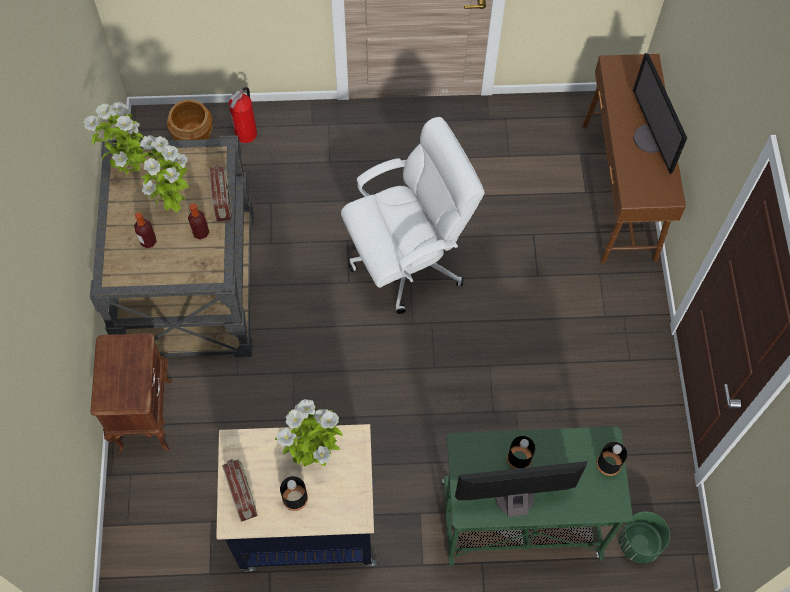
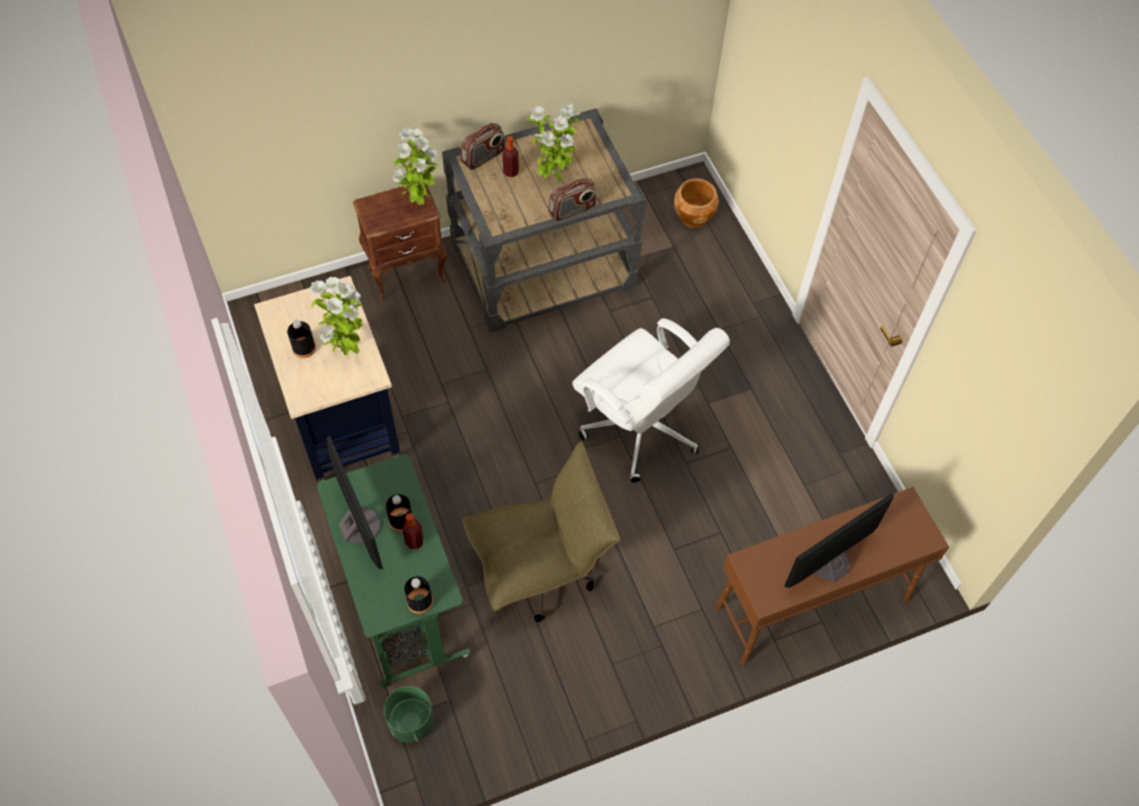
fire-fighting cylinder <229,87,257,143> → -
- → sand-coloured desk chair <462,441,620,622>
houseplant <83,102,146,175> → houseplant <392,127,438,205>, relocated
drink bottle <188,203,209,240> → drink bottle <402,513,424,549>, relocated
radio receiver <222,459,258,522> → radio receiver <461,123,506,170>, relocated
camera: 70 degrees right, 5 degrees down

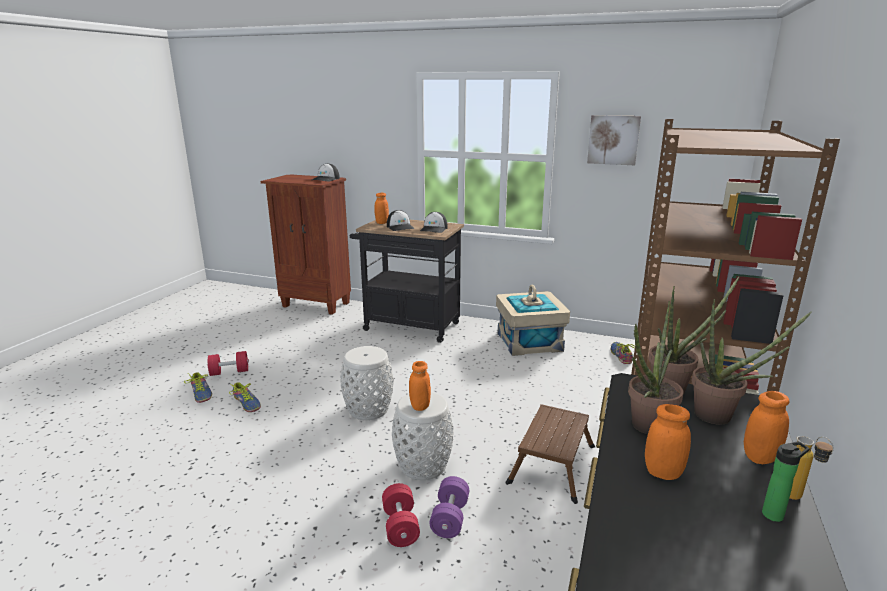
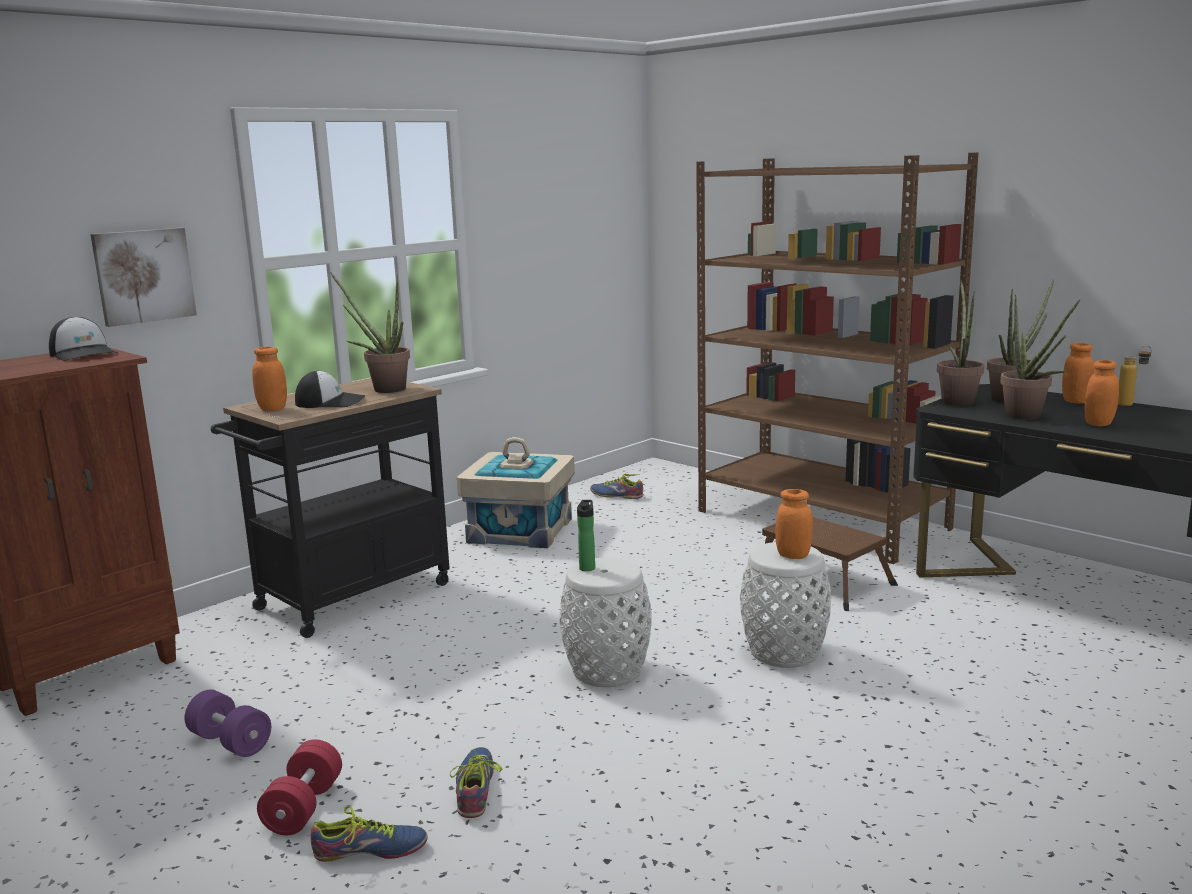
reddish hand weight <382,483,420,547> → -
purple-coloured hand weight <430,476,469,538> → purple-coloured hand weight <185,690,271,757>, relocated
picture <587,115,641,165> → picture <90,228,197,327>, relocated
drink bottle <762,441,810,522> → drink bottle <577,500,595,571>, relocated
peaked cap <420,212,448,233> → houseplant <330,272,410,393>
shoe <229,382,261,412> → shoe <450,747,502,818>, 75 degrees counterclockwise
camera: 65 degrees left, 5 degrees down

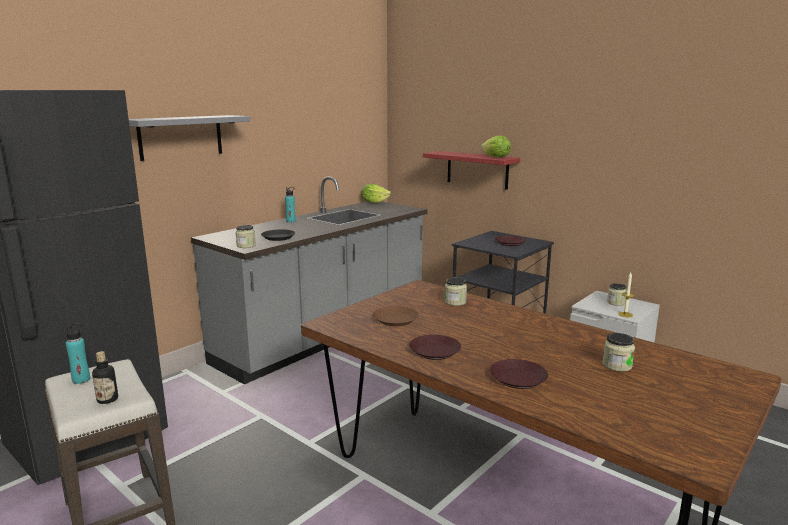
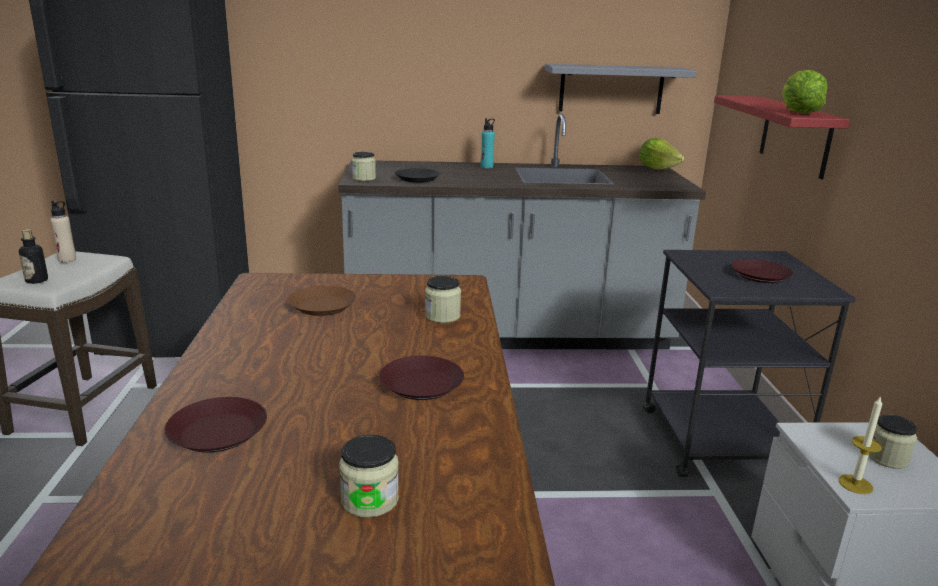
greyish shelf <129,115,251,161> → greyish shelf <544,64,697,114>, relocated
brown-coloured dinner plate <409,335,461,360> → brown-coloured dinner plate <379,356,464,400>, relocated
blue-green drink bottle <66,323,90,384> → sand-coloured drink bottle <50,201,76,262>
camera: 45 degrees right, 5 degrees up

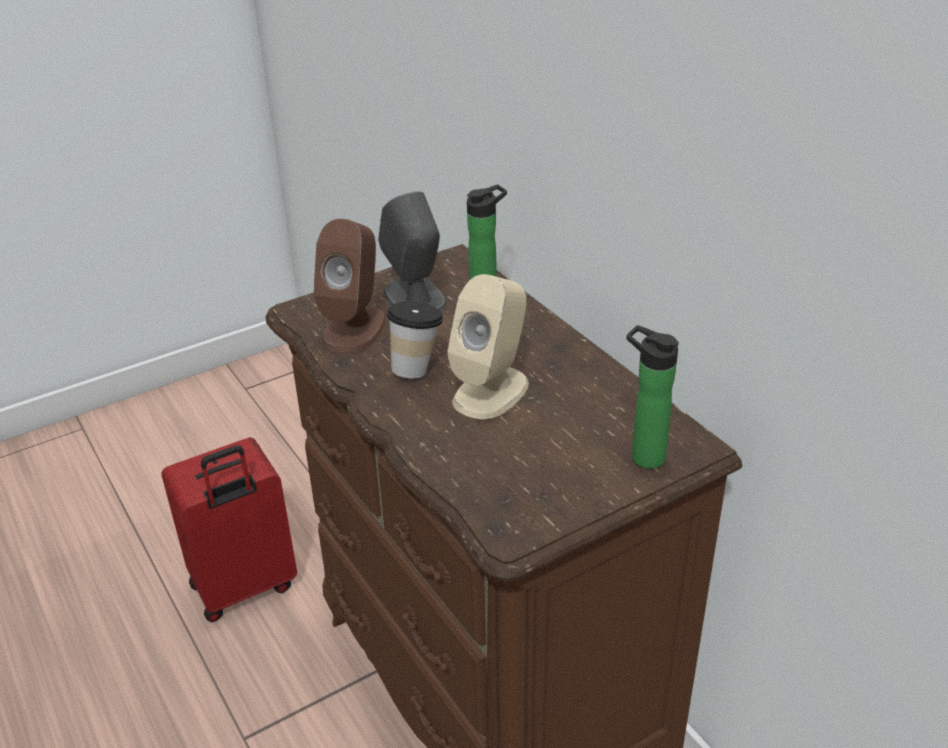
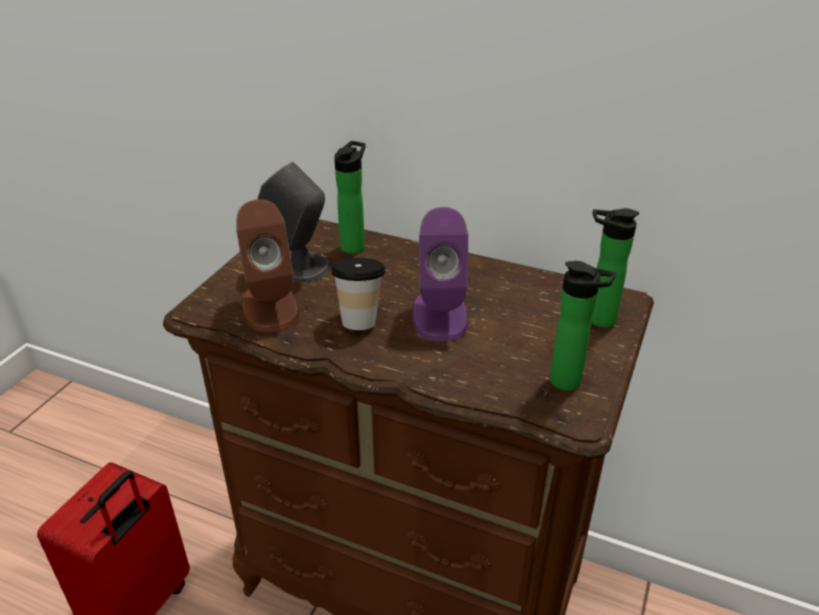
- → drink bottle <550,261,616,391>
sand-coloured loudspeaker <447,274,529,419> → purple-coloured loudspeaker <412,207,468,341>
camera: 35 degrees left, 0 degrees up

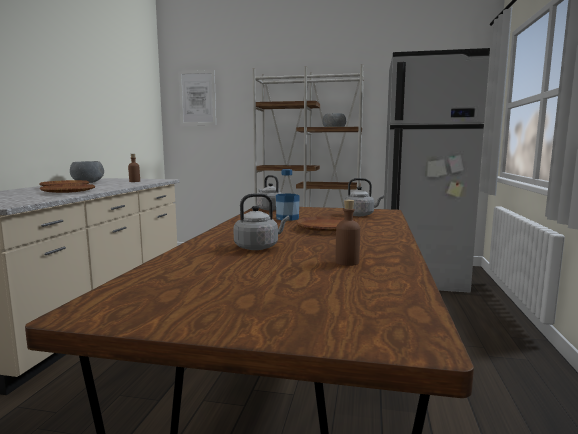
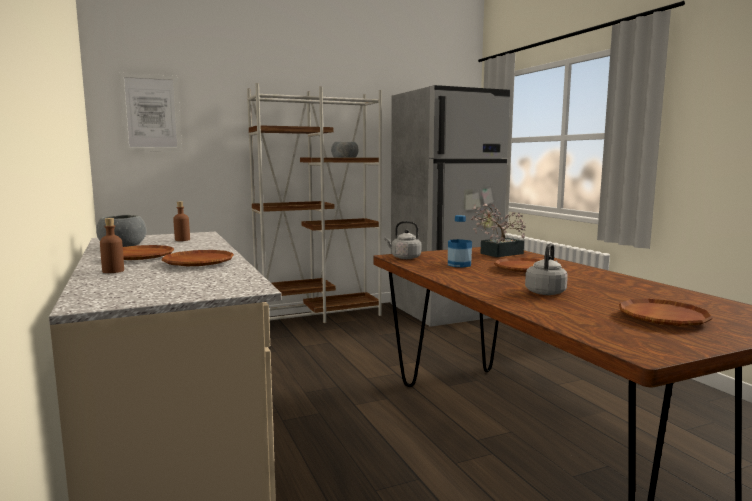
- → brown-coloured dinner plate <619,299,712,326>
brown-coloured drink bottle <335,200,360,266> → brown-coloured drink bottle <100,218,124,273>, relocated
greyish water kettle <344,178,384,216> → houseplant <470,203,526,257>
camera: 35 degrees left, 0 degrees up

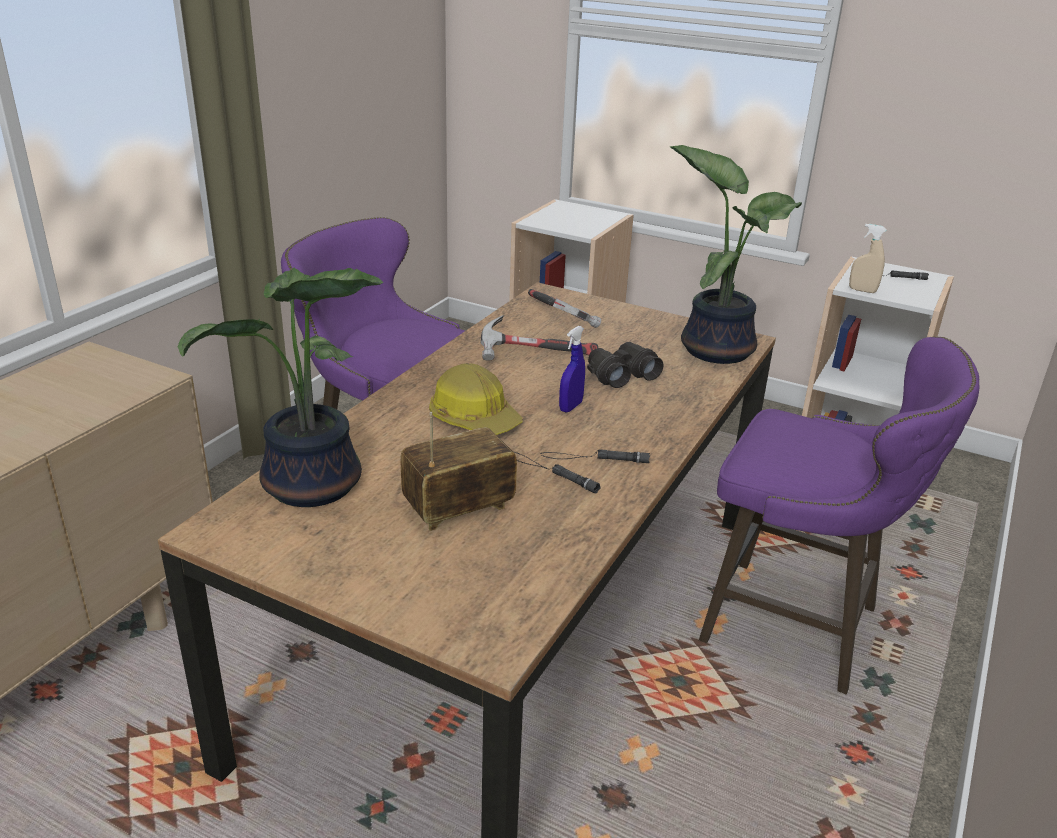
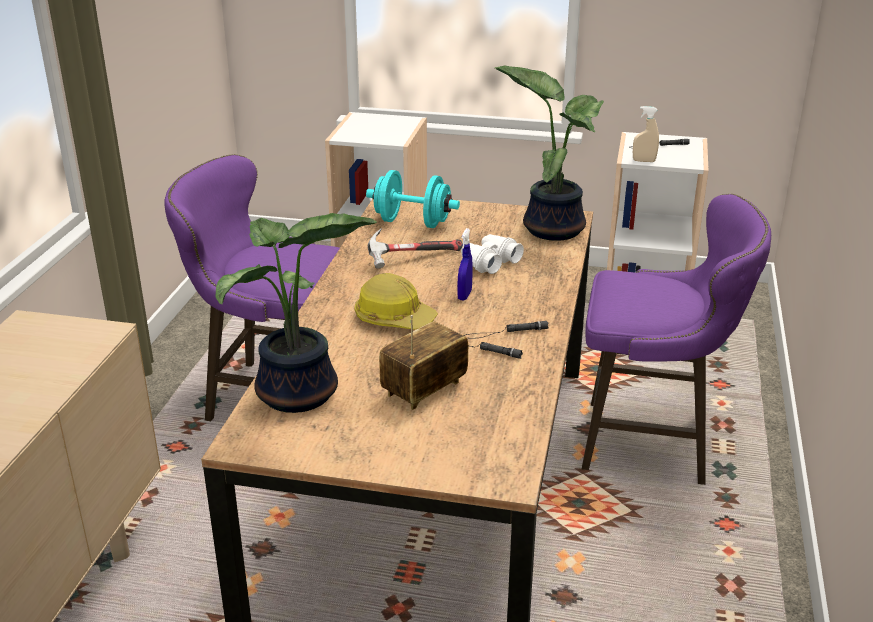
tool hammer <528,289,601,328> → blue-green hand weight <366,170,460,228>
blackish binoculars <587,342,663,388> → whitish binoculars <461,234,524,274>
camera: 15 degrees left, 0 degrees up

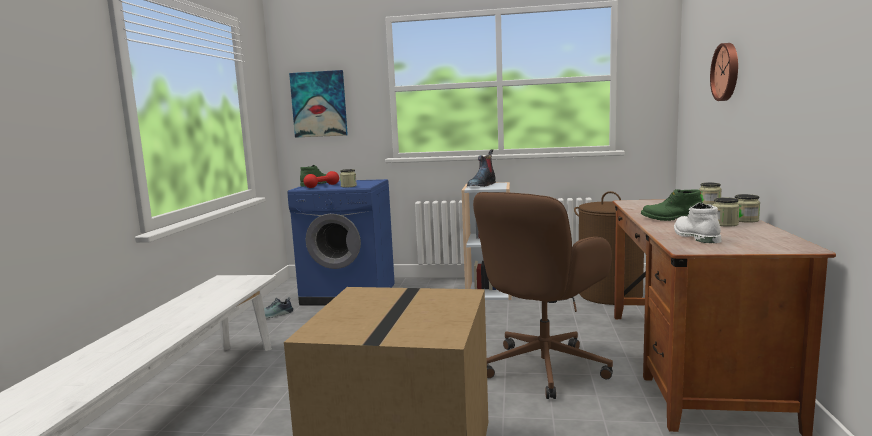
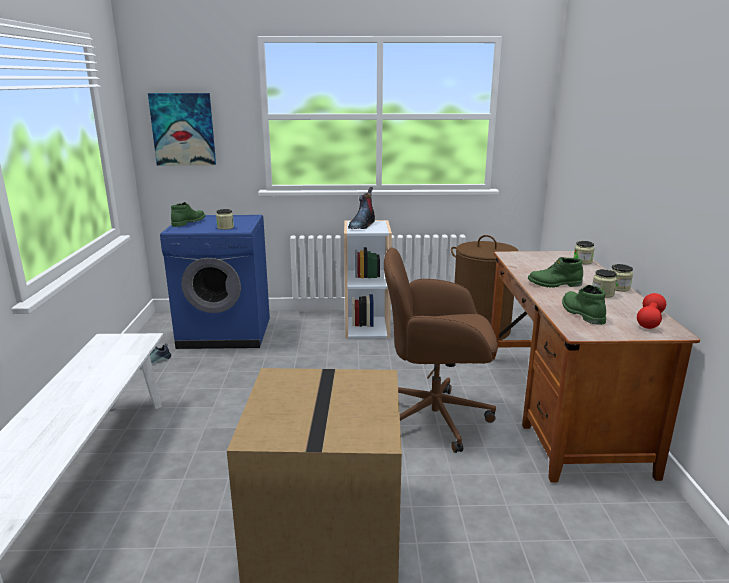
wall clock <710,43,738,101> → -
reddish hand weight <304,171,339,188> → reddish hand weight <637,293,666,329>, relocated
whitish tall boot <674,203,721,243> → green-coloured tall boot <562,285,606,325>
brown-coloured desk chair <473,192,613,399> → brown-coloured desk chair <384,247,498,453>, 60 degrees clockwise
camera: 10 degrees left, 10 degrees up

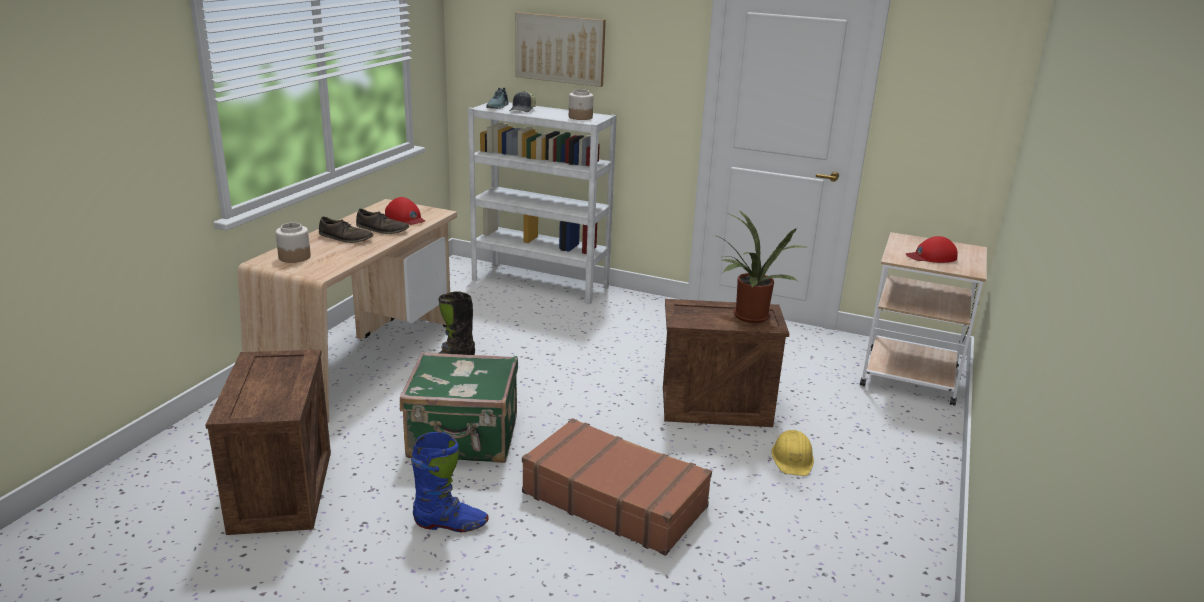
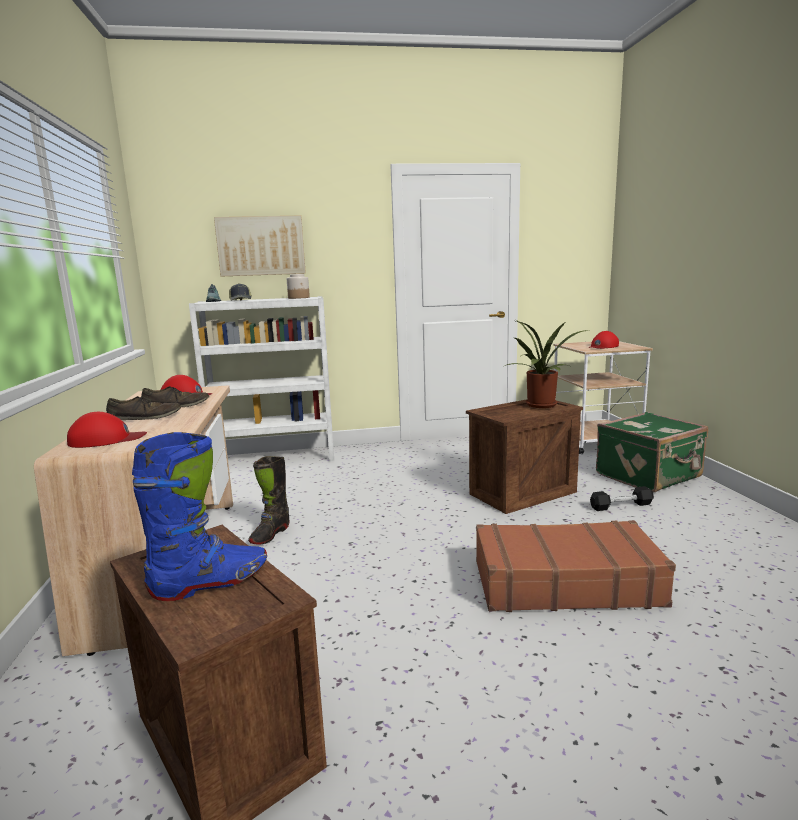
green-coloured travel case <400,352,518,463> → green-coloured travel case <596,412,708,492>, relocated
blue-coloured tall boot <411,432,489,532> → blue-coloured tall boot <132,432,267,601>, relocated
storage jar <276,223,311,263> → reddish peaked cap <67,412,147,448>
yellowish work helmet <771,430,814,476> → blackish hand weight <590,486,654,511>
camera: 30 degrees left, 10 degrees down

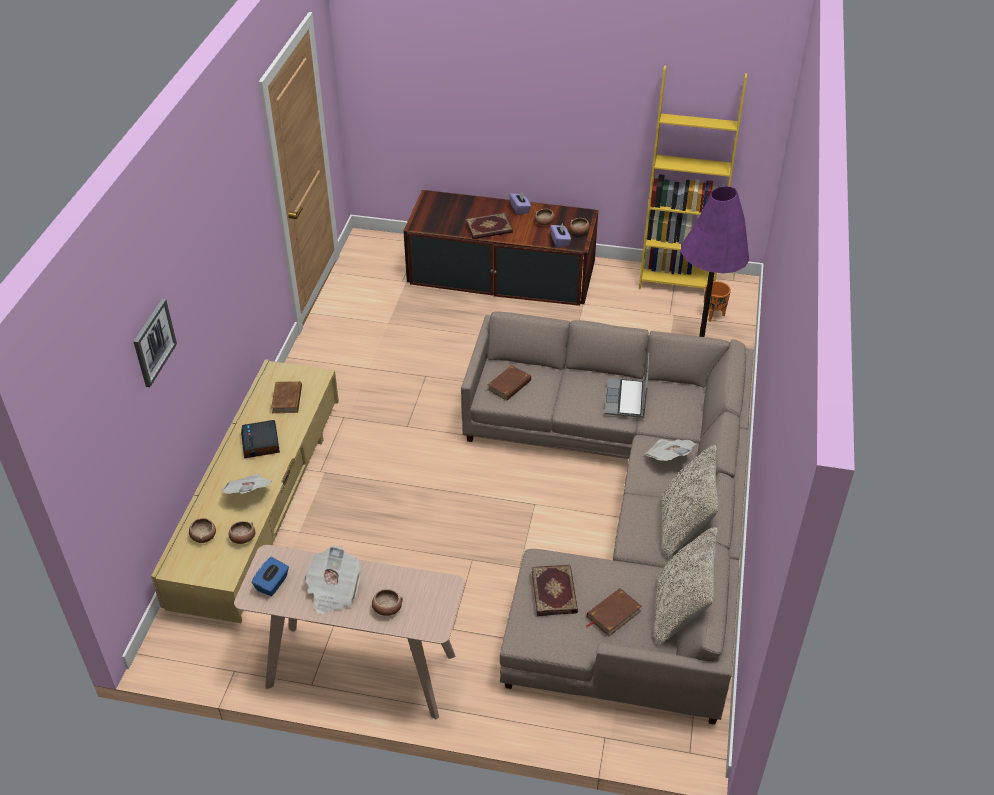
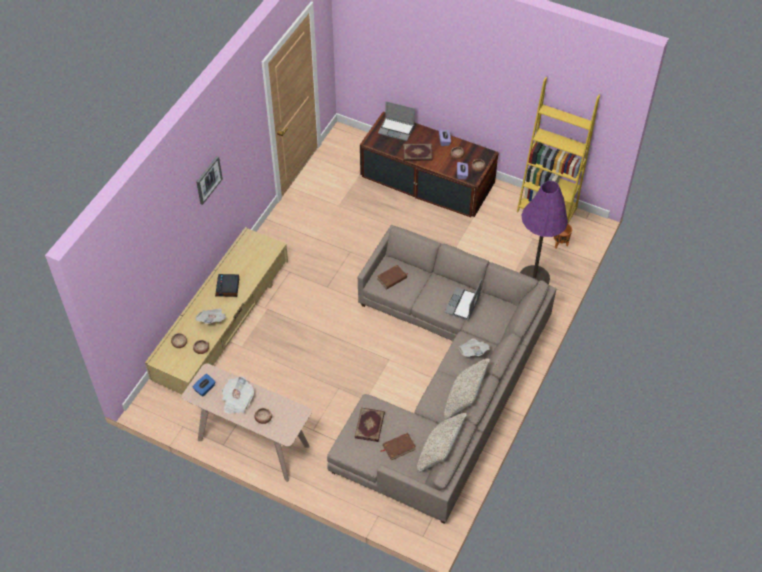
brown-coloured volume <271,381,302,413> → -
- → portable computer <378,101,415,141>
picture <133,299,177,387> → picture <196,156,223,205>, relocated
camera: 15 degrees right, 10 degrees up

